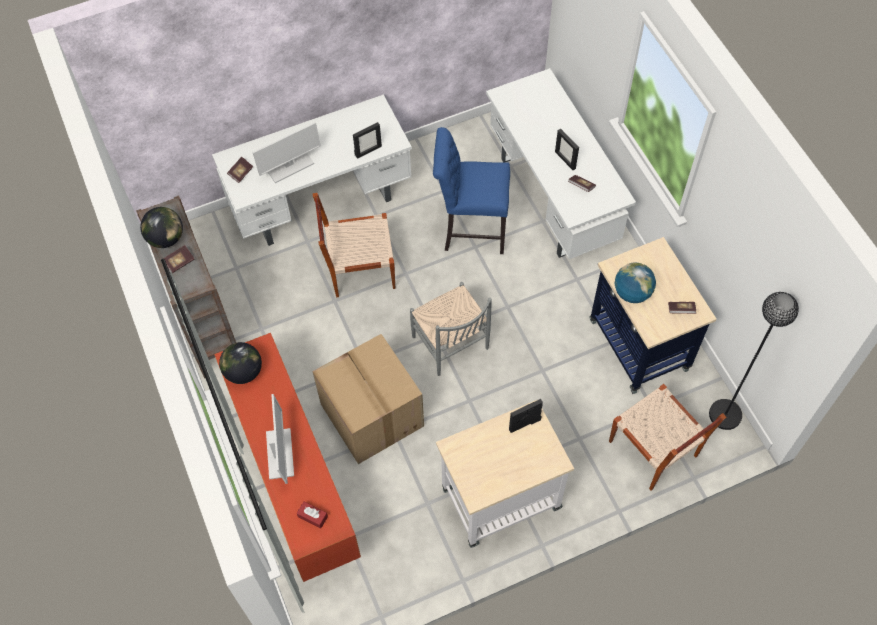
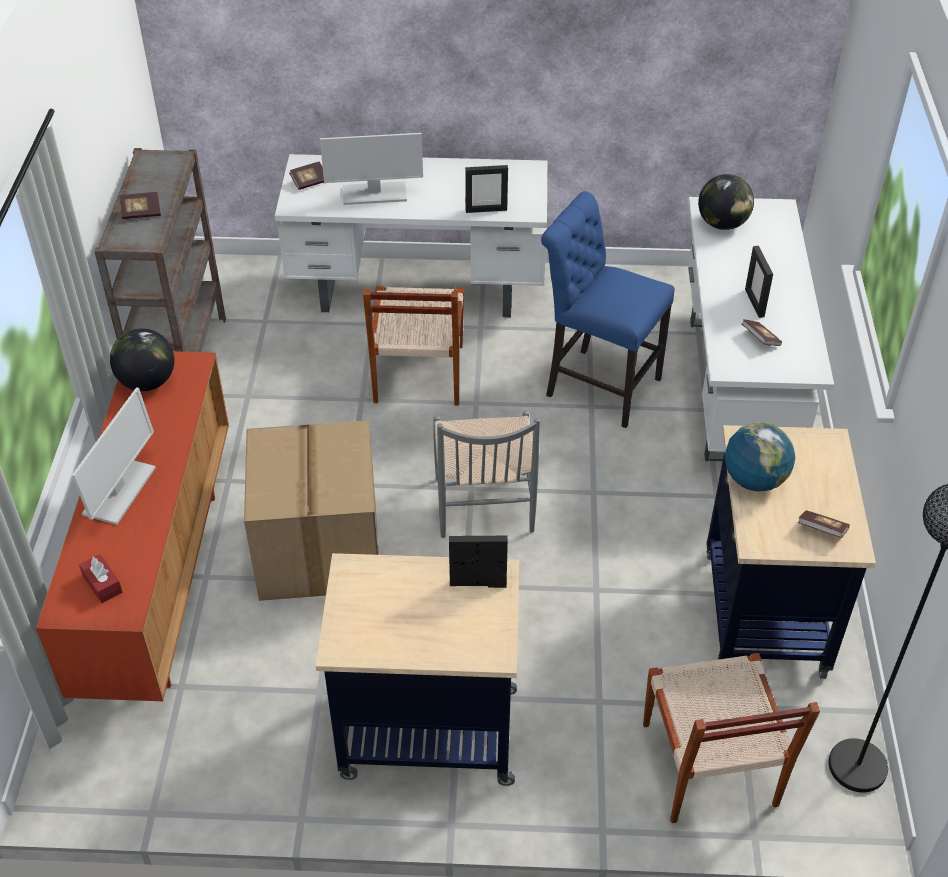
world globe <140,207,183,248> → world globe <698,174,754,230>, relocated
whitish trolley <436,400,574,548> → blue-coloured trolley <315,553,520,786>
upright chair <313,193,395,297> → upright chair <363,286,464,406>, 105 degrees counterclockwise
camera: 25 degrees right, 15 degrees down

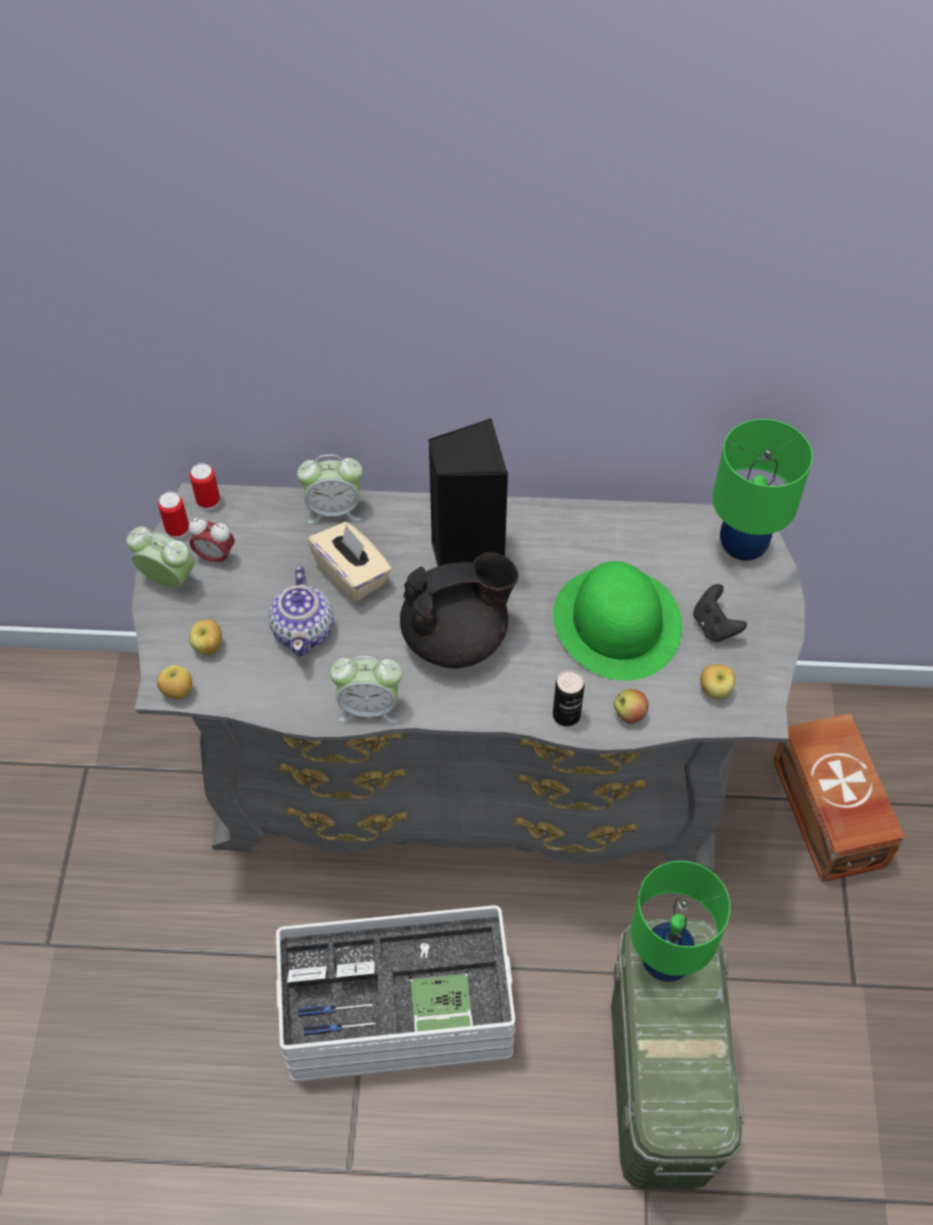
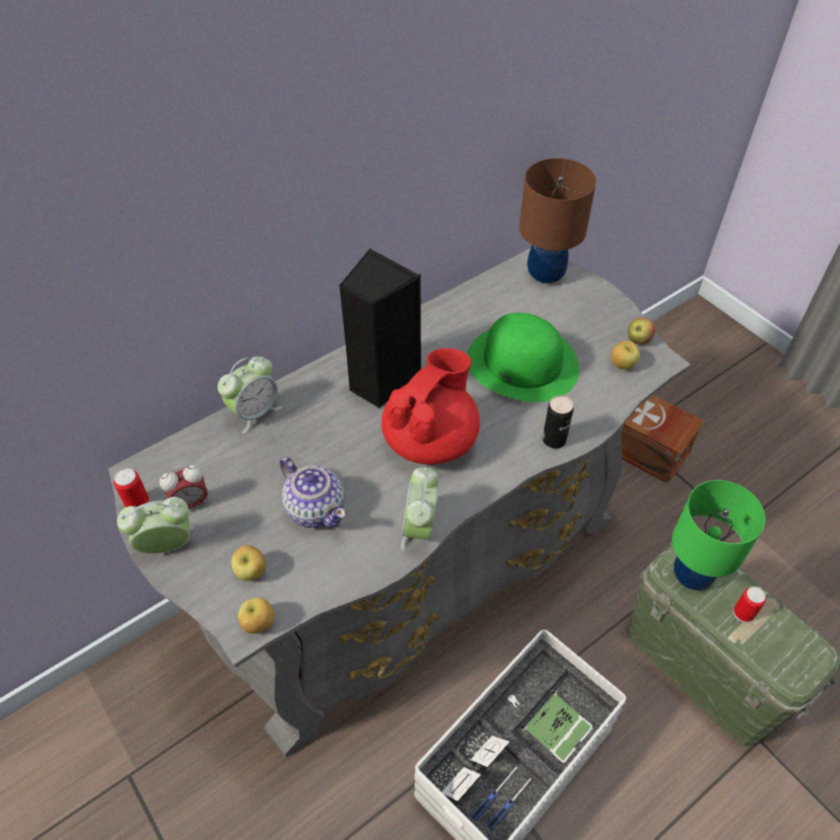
sand-coloured box of tissues <308,522,392,603> → -
blackish joypad <693,584,747,642> → -
metal can <190,463,220,510> → metal can <733,587,766,623>, relocated
apple fruit <614,689,649,723> → apple fruit <628,318,655,344>, relocated
blackish teapot <400,552,518,668> → reddish teapot <381,348,480,465>
green-coloured tabletop lamp <712,419,813,561> → brown-coloured tabletop lamp <519,158,596,283>
bedside clock <330,656,402,723> → bedside clock <401,467,439,551>, 135 degrees clockwise
camera: 40 degrees left, 5 degrees down

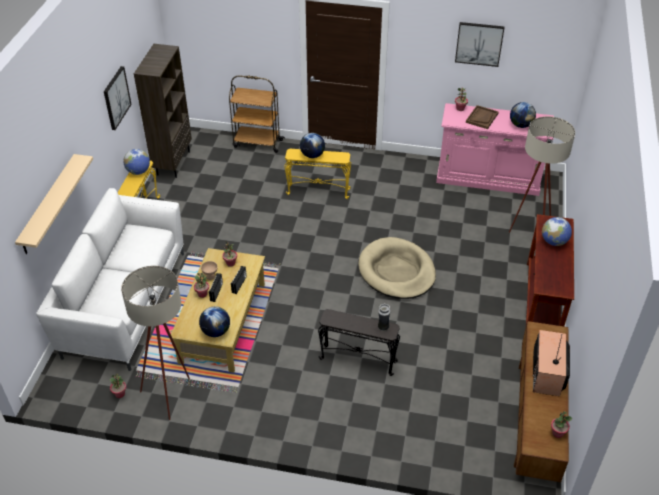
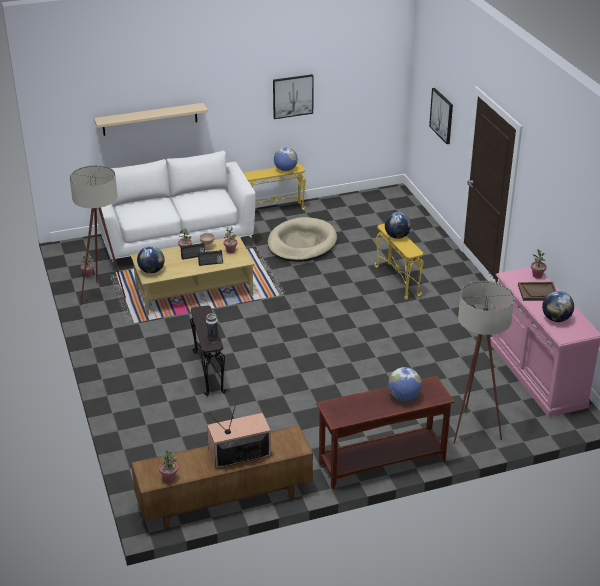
brown-coloured bookshelf <134,44,192,178> → -
brown-coloured trolley <229,75,285,153> → -
sand-coloured dog bed <358,237,436,299> → sand-coloured dog bed <268,217,337,262>, relocated
picture <455,22,505,67> → picture <429,88,453,144>, relocated
camera: 60 degrees right, 10 degrees down

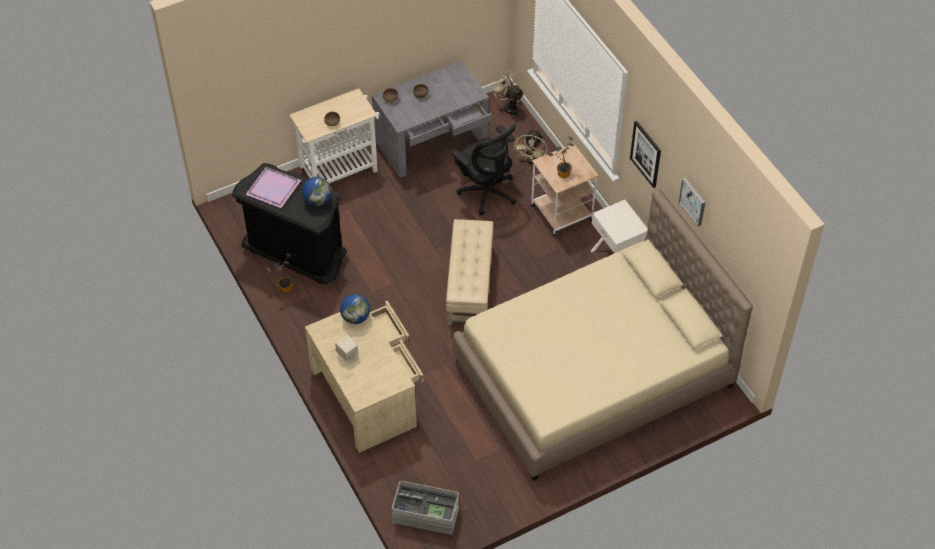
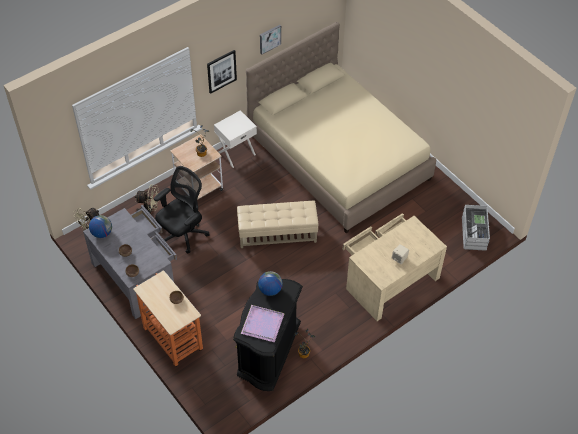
world globe <340,294,370,324> → world globe <89,215,112,238>, relocated
whitish trolley <290,89,380,183> → orange-coloured trolley <133,271,203,367>
camera: 100 degrees left, 0 degrees up

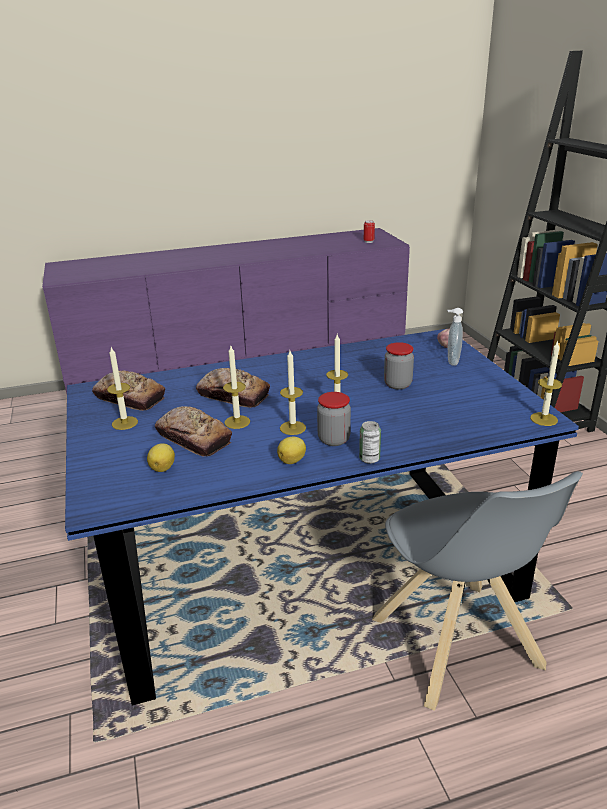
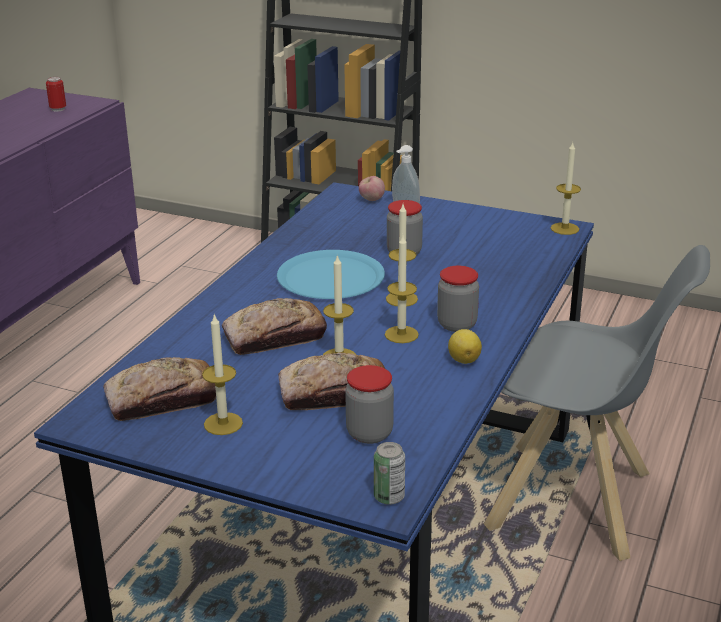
- → blue-coloured dinner plate <277,250,385,299>
metal can <359,421,381,464> → metal can <374,442,405,505>, relocated
citrus fruit <147,443,175,472> → storage jar <345,365,394,444>
camera: 50 degrees left, 0 degrees up

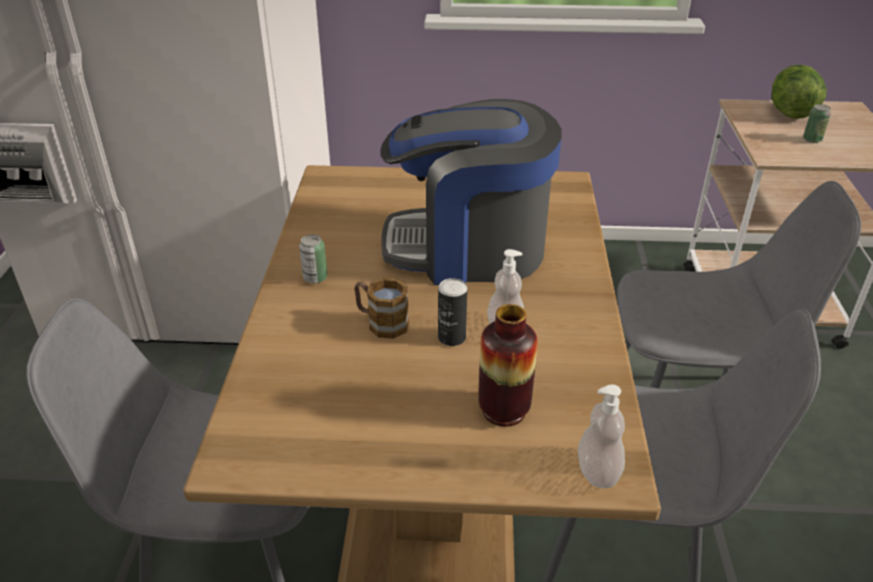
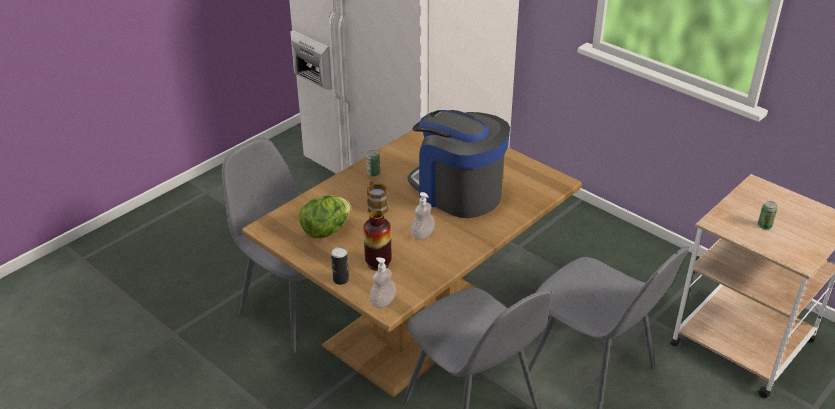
metal can <438,278,467,346> → metal can <331,247,349,285>, relocated
head of lettuce <772,65,827,119> → head of lettuce <299,195,351,238>, relocated
camera: 40 degrees right, 0 degrees up

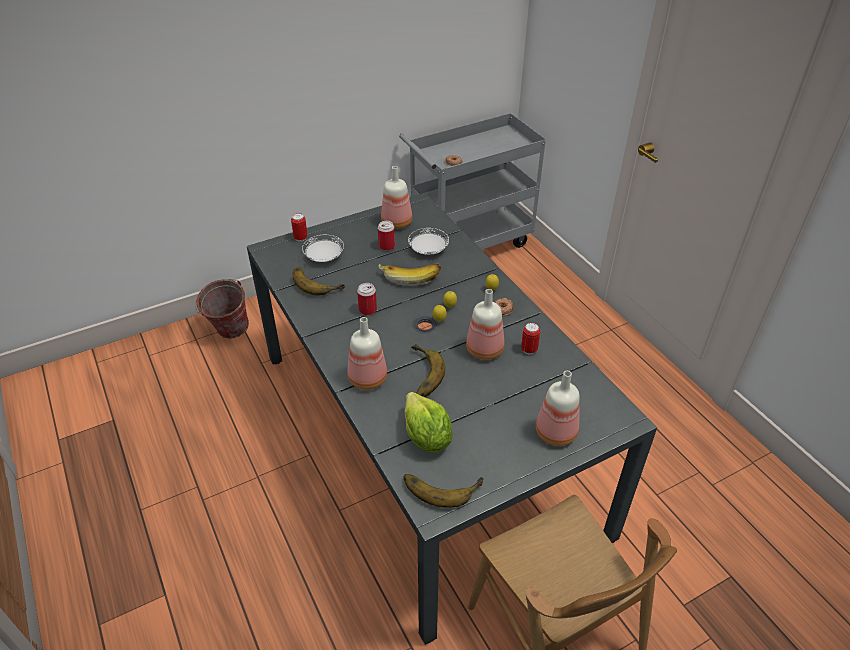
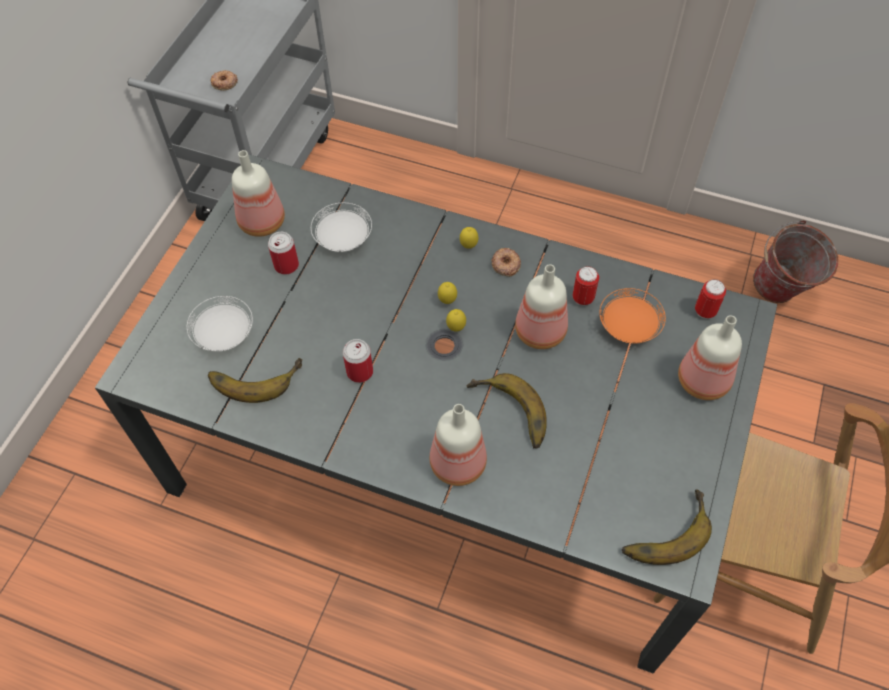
banana <378,264,441,286> → -
head of lettuce <405,392,453,453> → -
- → orange-coloured dinner plate <599,288,666,344>
bucket <195,279,249,338> → bucket <753,220,838,303>, relocated
metal can <291,213,308,242> → metal can <695,279,726,319>, relocated
camera: 40 degrees left, 15 degrees up

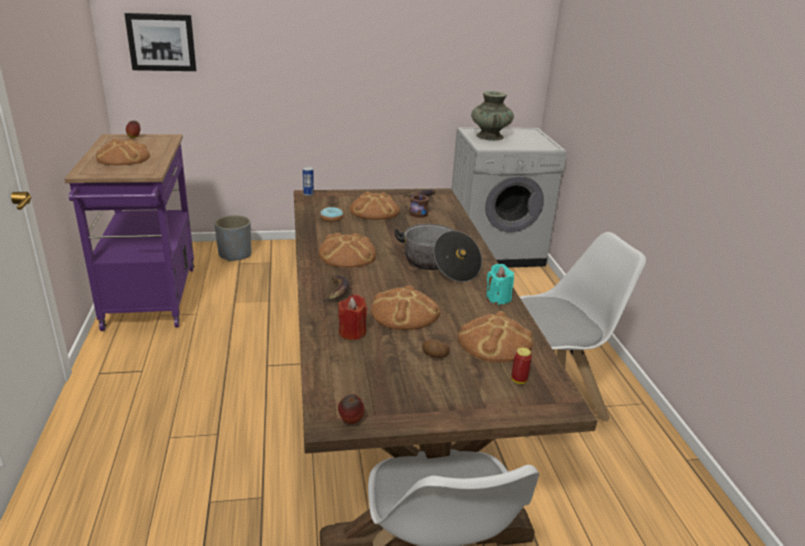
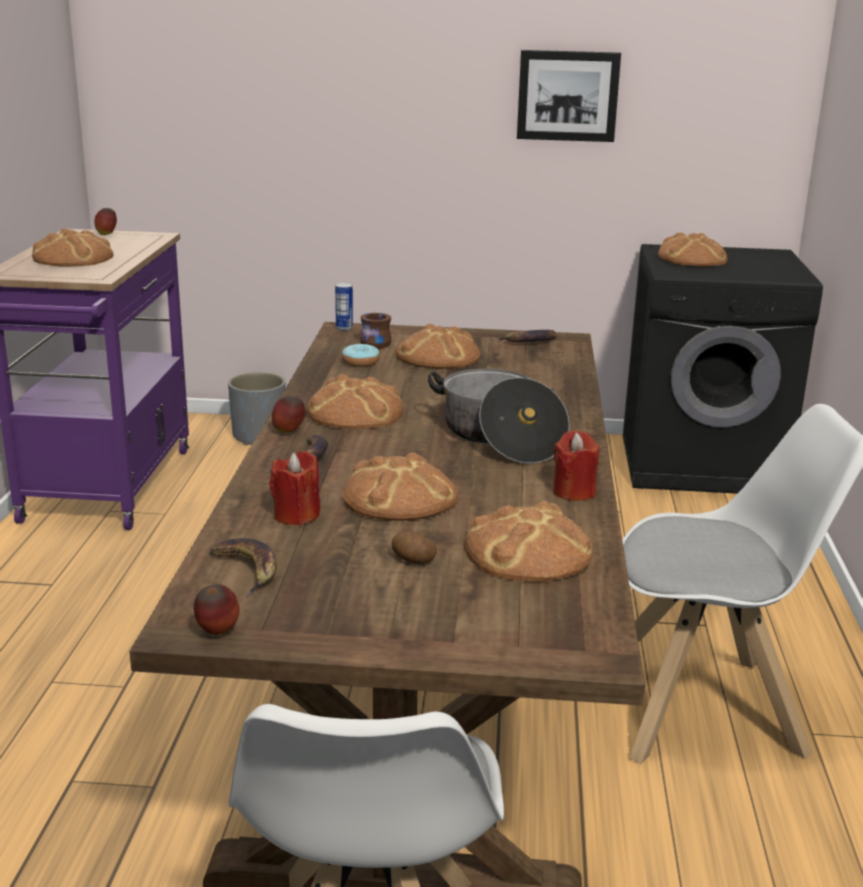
metal can <511,347,532,384> → -
- → banana <210,538,277,597>
- → apple fruit <272,396,305,433>
picture <124,13,196,71> → picture <517,50,621,142>, relocated
brown-coloured coffee mug <409,194,429,218> → brown-coloured coffee mug <360,313,392,349>, relocated
blue-green decorative vase <471,91,514,141> → bakery bread <658,232,727,266>
whitish laundry appliance <451,127,567,268> → blackish laundry appliance <623,244,823,494>
blue-green candle <486,264,514,304> → reddish candle <553,430,599,501>
camera: 15 degrees right, 5 degrees down

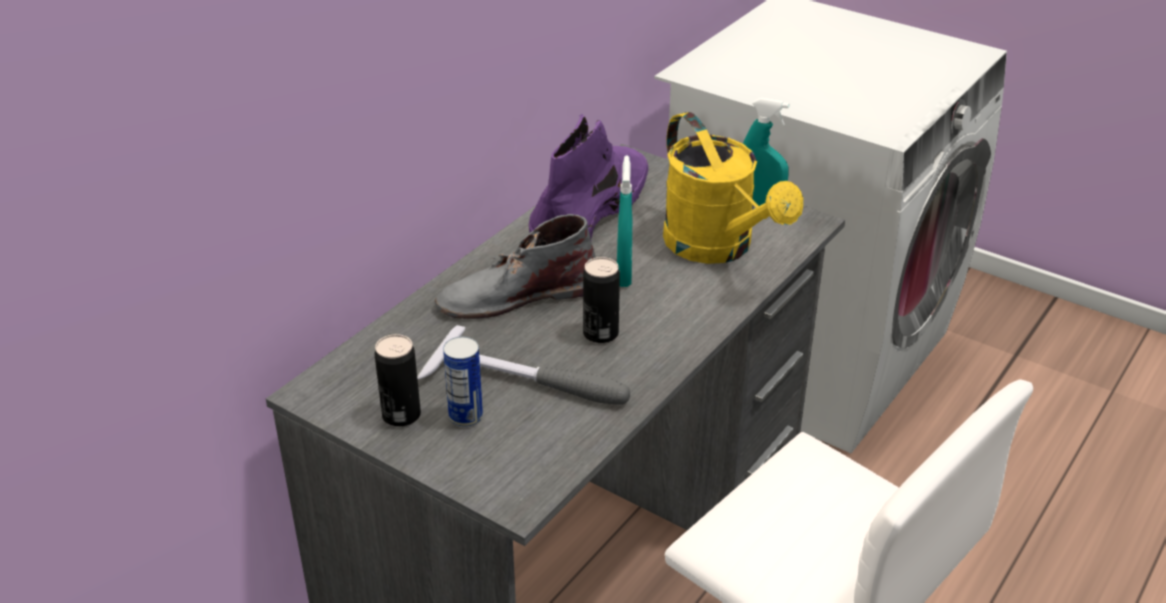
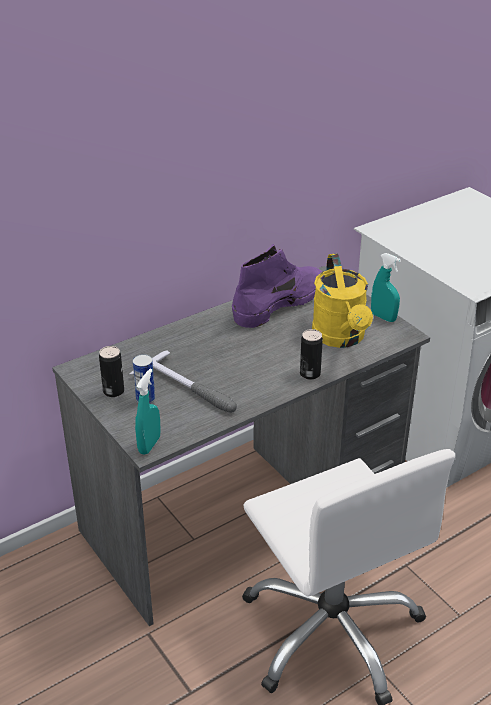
greyish tall boot <435,214,596,319> → -
metal can <583,257,620,343> → metal can <300,329,323,380>, relocated
blue-green sprayer <617,155,632,287> → blue-green sprayer <135,369,161,455>, relocated
camera: 20 degrees right, 0 degrees up

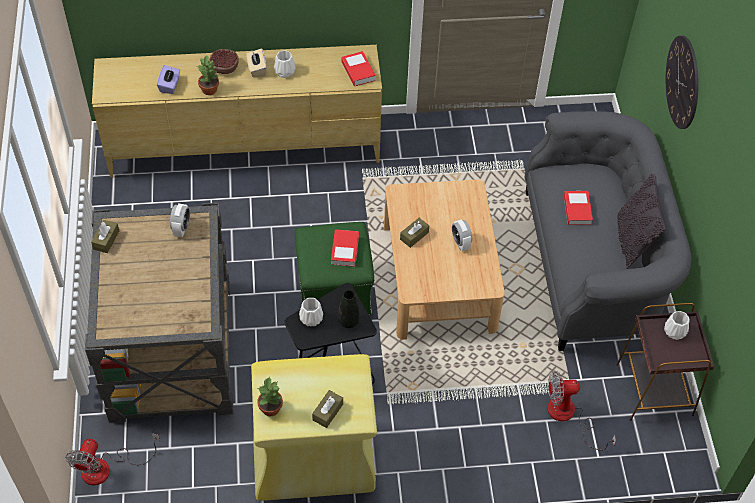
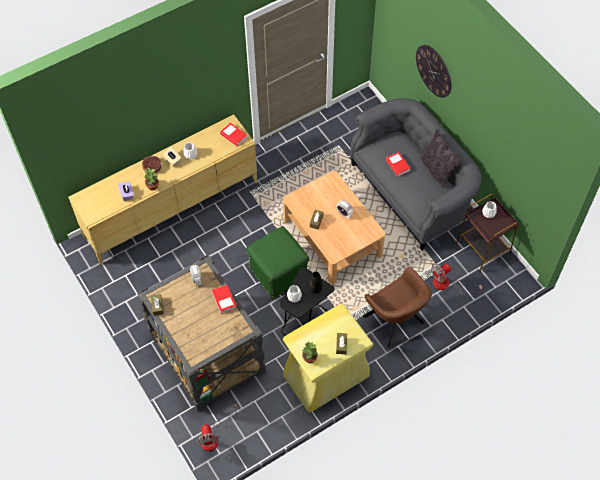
- → brown-coloured armchair <362,267,432,348>
volume <331,229,359,267> → volume <212,285,237,314>, relocated
camera: 25 degrees left, 5 degrees up

